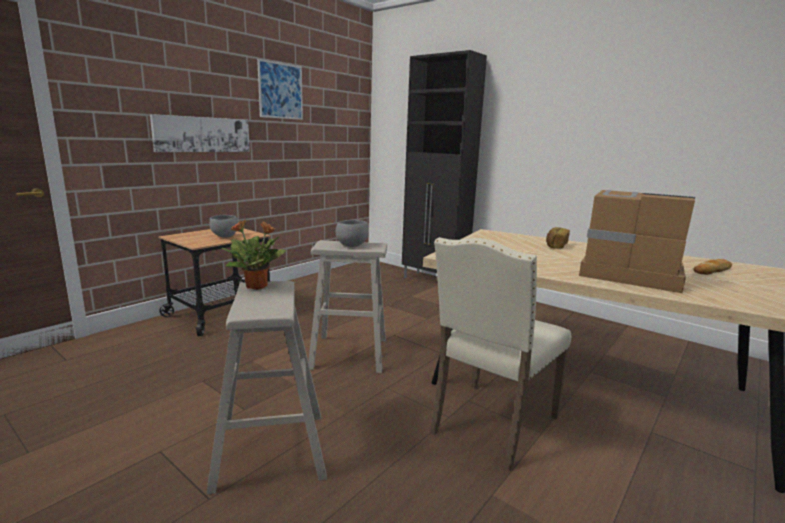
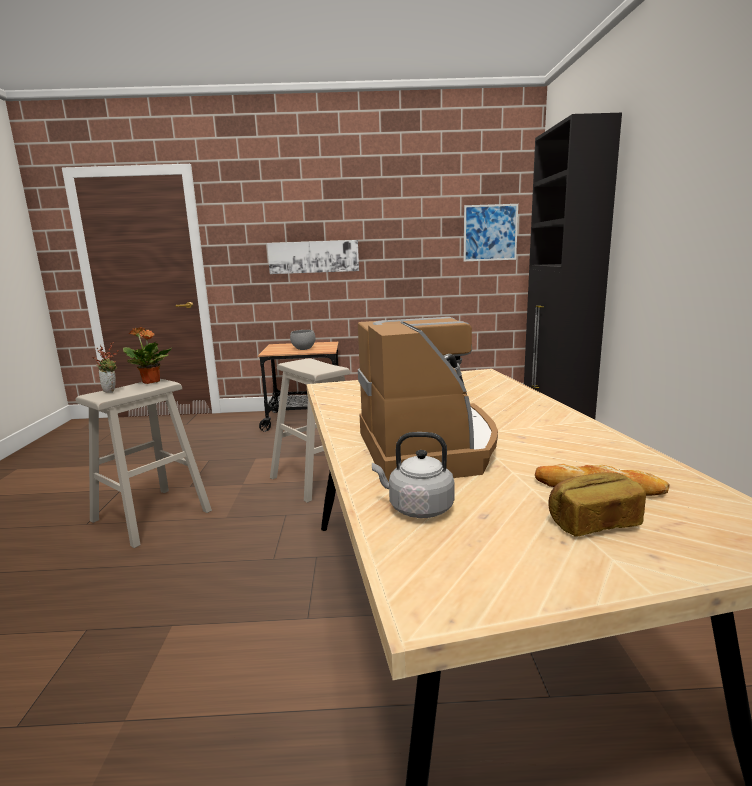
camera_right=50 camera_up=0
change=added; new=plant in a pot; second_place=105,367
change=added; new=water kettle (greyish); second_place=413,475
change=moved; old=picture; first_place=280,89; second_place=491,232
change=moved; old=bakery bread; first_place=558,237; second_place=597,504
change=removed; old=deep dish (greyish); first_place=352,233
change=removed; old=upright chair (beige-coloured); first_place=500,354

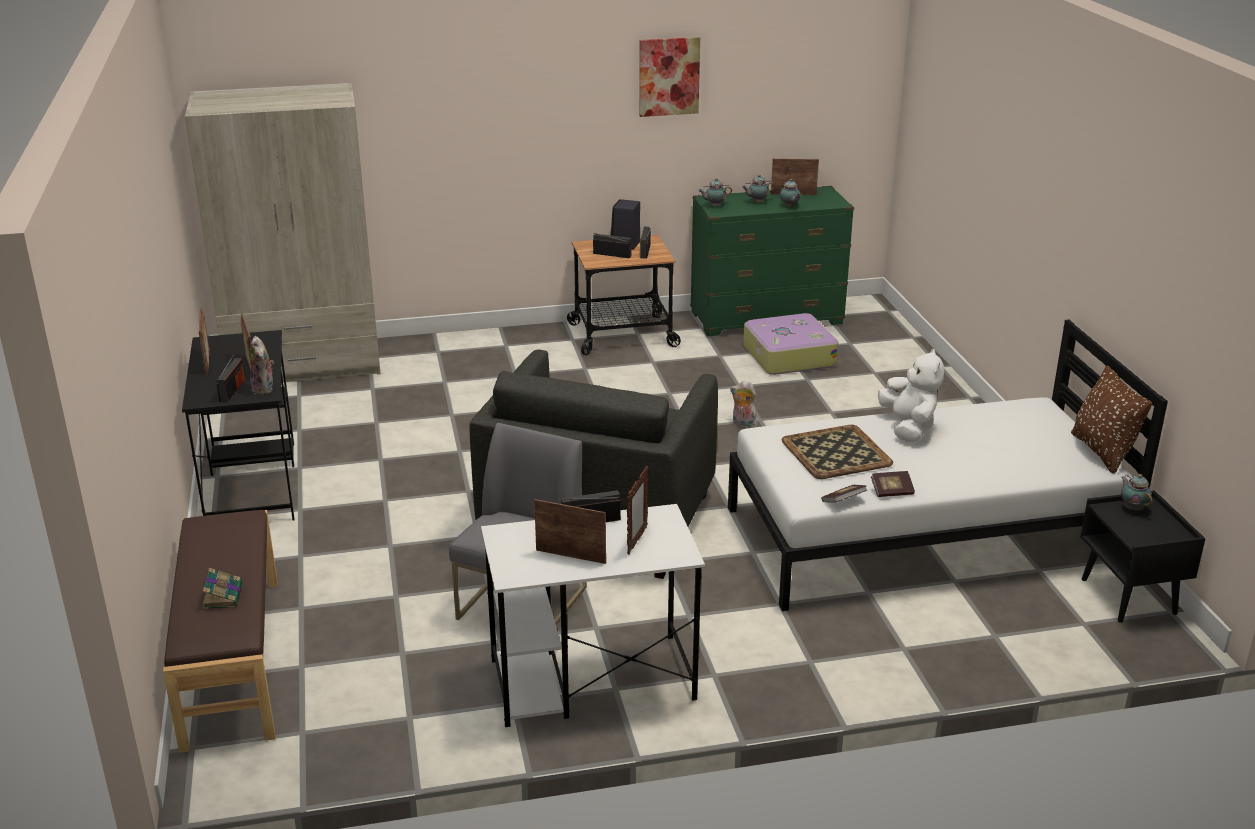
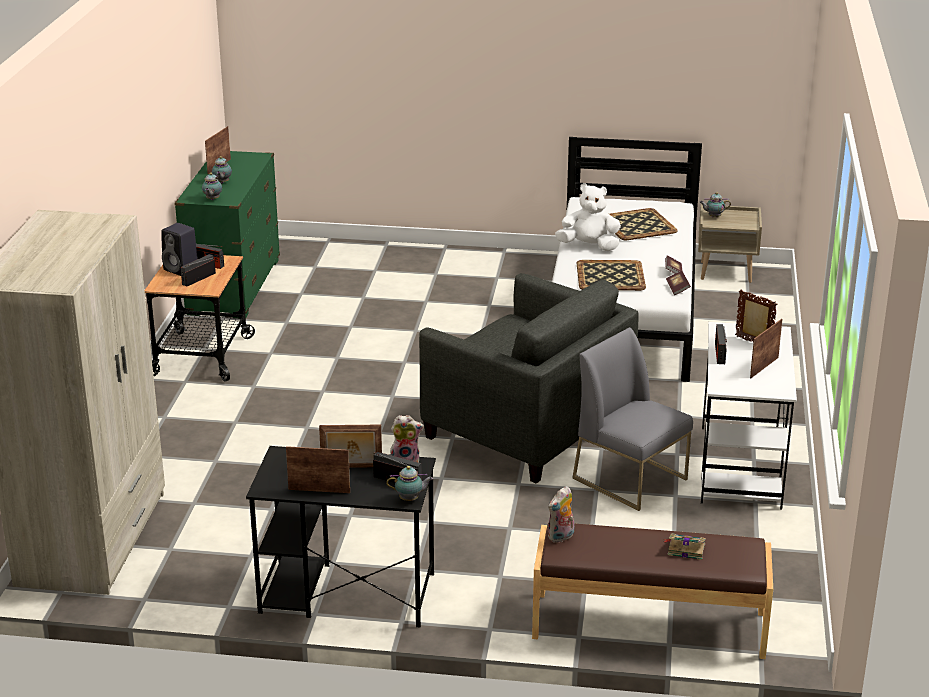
camera_right=-70 camera_up=0
change=moved; old=tea pot; first_place=790,193; second_place=409,483
change=moved; old=soft toy; first_place=743,404; second_place=561,514
change=added; new=tray; second_place=643,224
change=recoloured; old=bedside table (black); new=bedside table (beige-coloured); first_place=1143,556; second_place=730,243
change=removed; old=picture; first_place=669,77
change=removed; old=travel case; first_place=790,344
change=removed; old=pillow (brown-coloured); first_place=1111,420

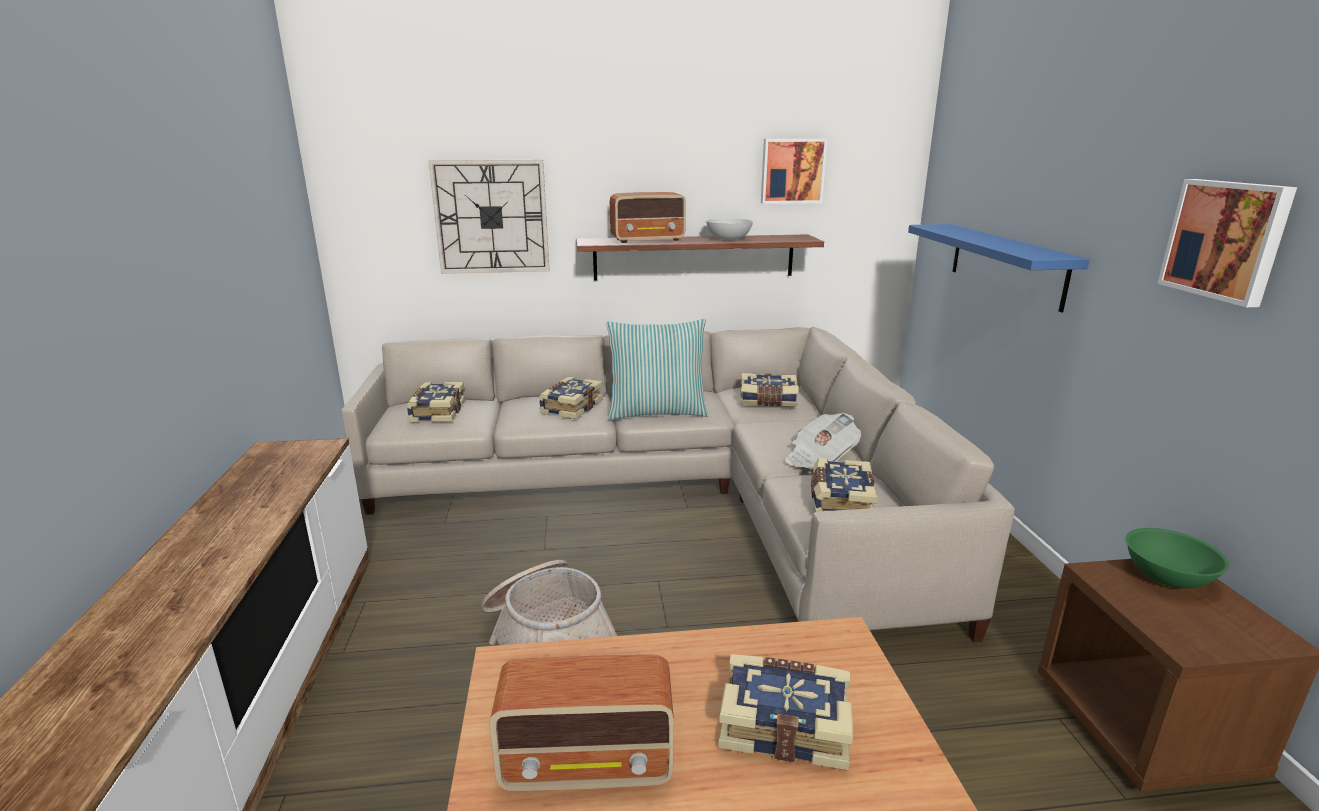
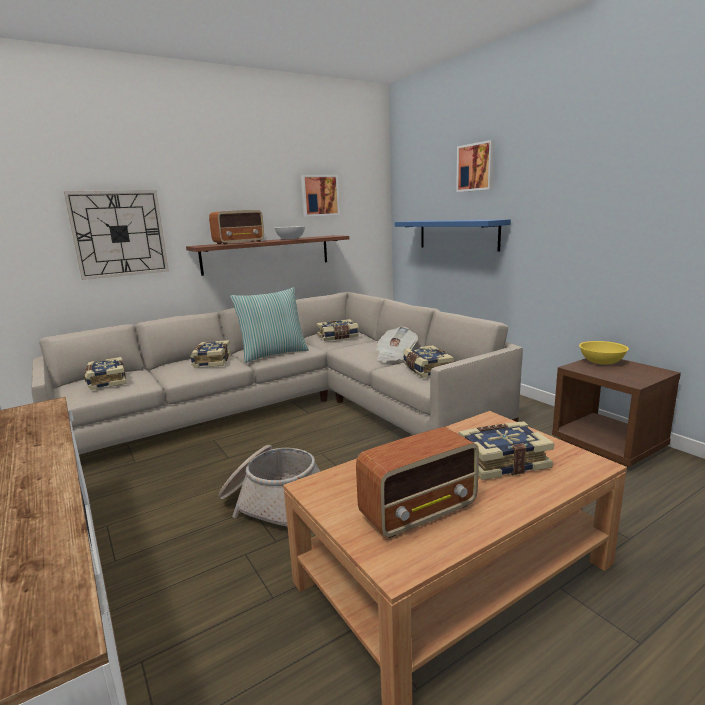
camera_right=-25 camera_up=-5
change=moved; old=picture; first_place=1227,243; second_place=475,166
change=recoloured; old=deep dish (green); new=deep dish (yellow-coloured); first_place=1177,558; second_place=604,353

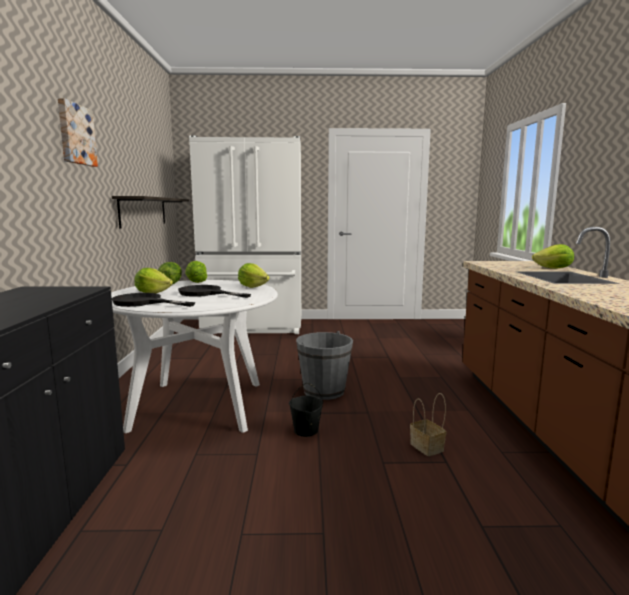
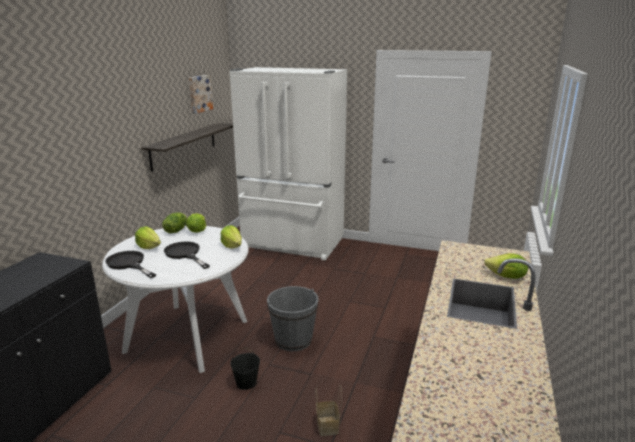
camera_right=20 camera_up=10
change=moved; old=picture; first_place=78,132; second_place=201,94

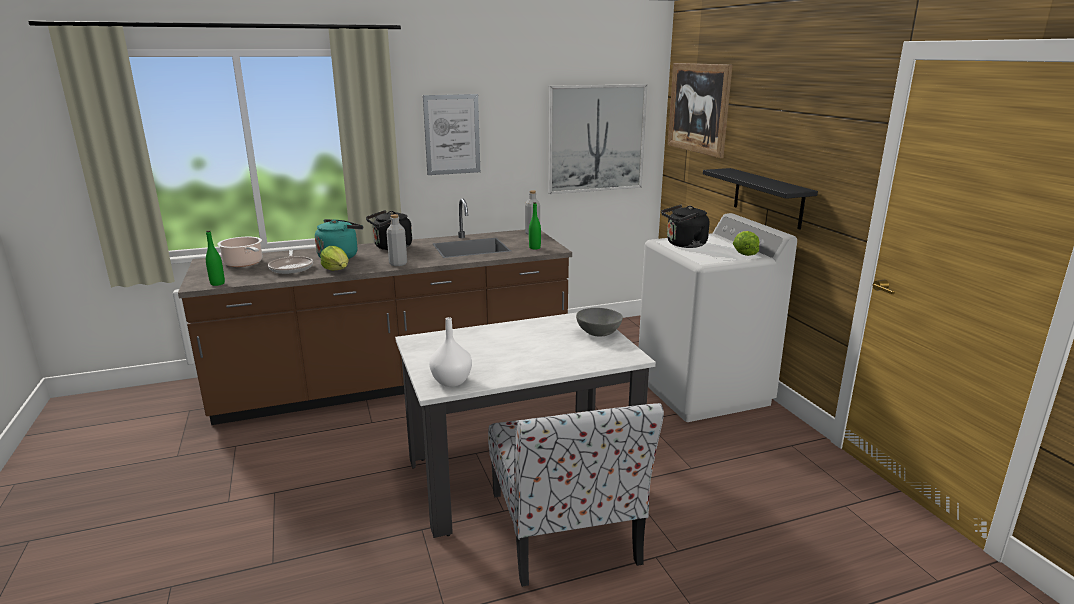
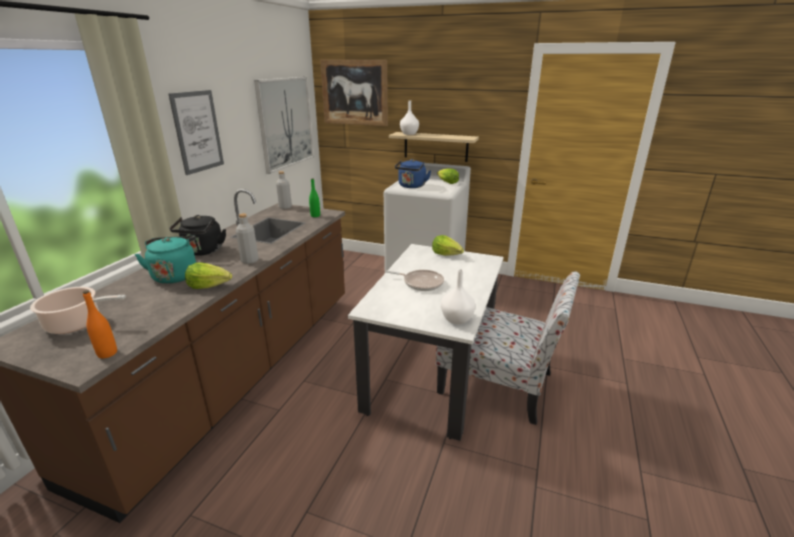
camera_right=-50 camera_up=5
change=recoloured; old=bottle (green); new=bottle (orange-coloured); first_place=215,258; second_place=100,324
change=moved; old=skillet; first_place=290,262; second_place=414,280
change=recoloured; old=shelf (black); new=shelf (beige-coloured); first_place=760,199; second_place=434,147
change=recoloured; old=water kettle (black); new=water kettle (bluish); first_place=685,226; second_place=413,173
change=added; new=flower vase (whitish); second_place=409,118
change=replaced; old=deep dish (greyish); new=lettuce; first_place=599,322; second_place=448,245

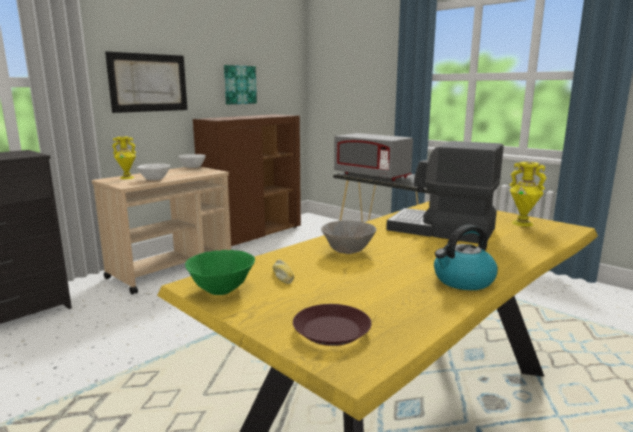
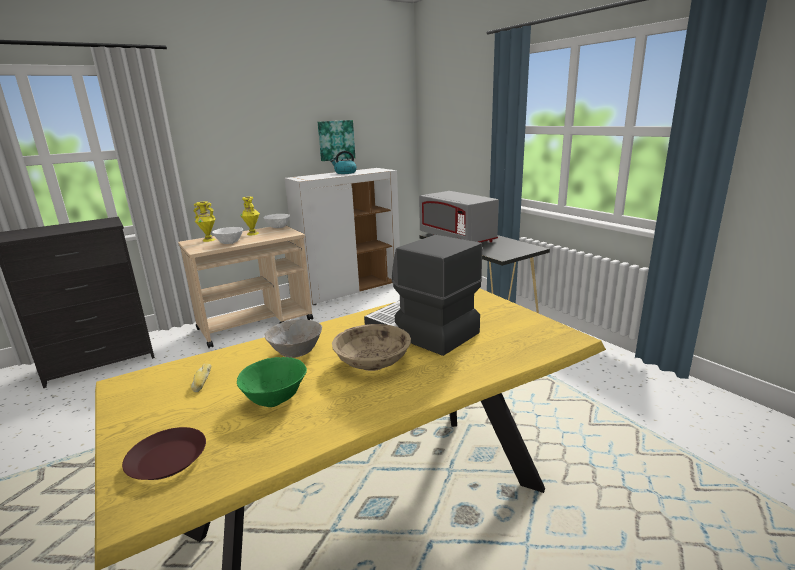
camera_right=15 camera_up=5
change=moved; old=deep dish (green); first_place=220,272; second_place=272,382
change=moved; old=flower vase (yellow-coloured); first_place=528,194; second_place=250,216
change=recoloured; old=cupboard (brown-coloured); new=cupboard (whitish); first_place=247,180; second_place=342,236
change=moved; old=water kettle; first_place=466,257; second_place=343,162
change=added; new=deep dish (beige-coloured); second_place=371,347
change=removed; old=picture; first_place=146,82

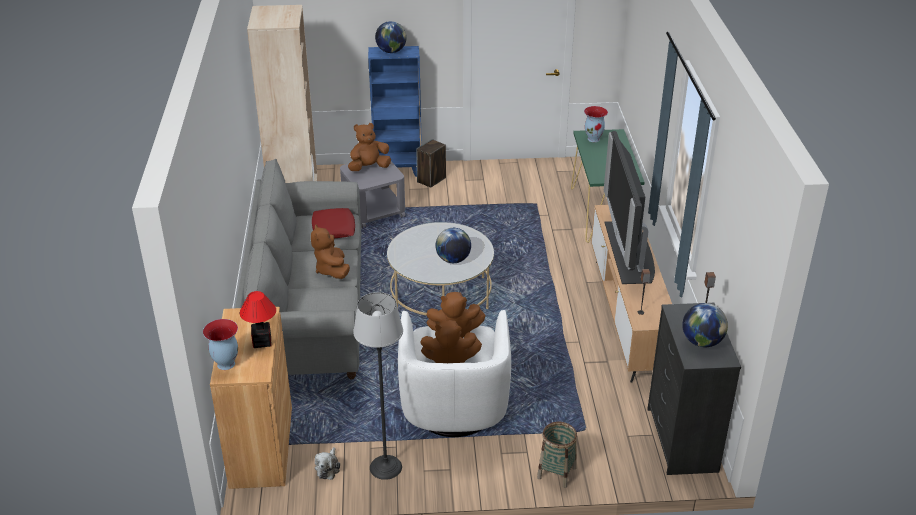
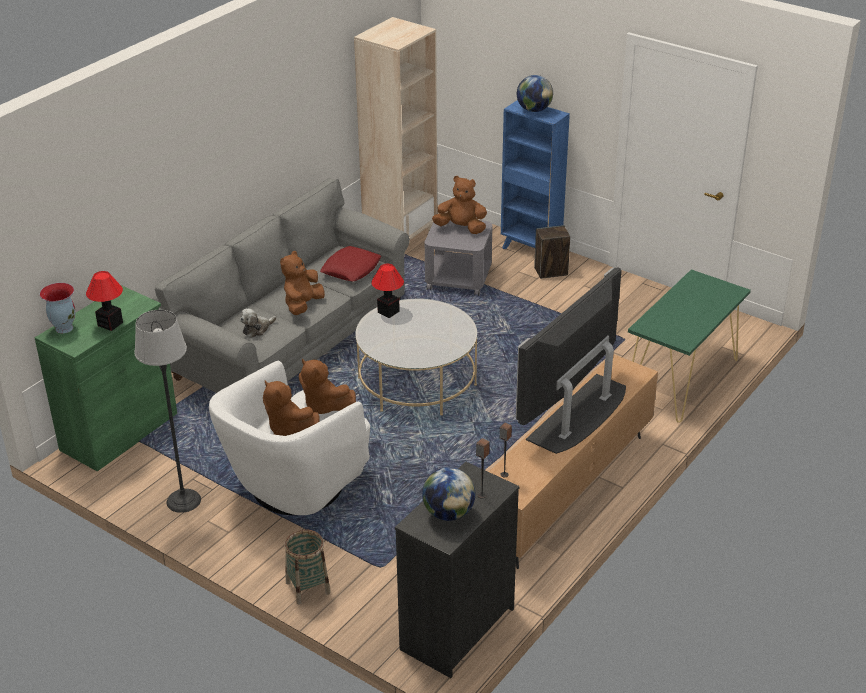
camera_right=40 camera_up=0
change=recoloured; old=cupboard (brown-coloured); new=cupboard (green); first_place=251,398; second_place=106,378
change=moved; old=soft toy; first_place=327,463; second_place=258,323
change=added; new=table lamp; second_place=387,291
change=removed; old=globe; first_place=453,245
change=removed; old=flower vase; first_place=596,124

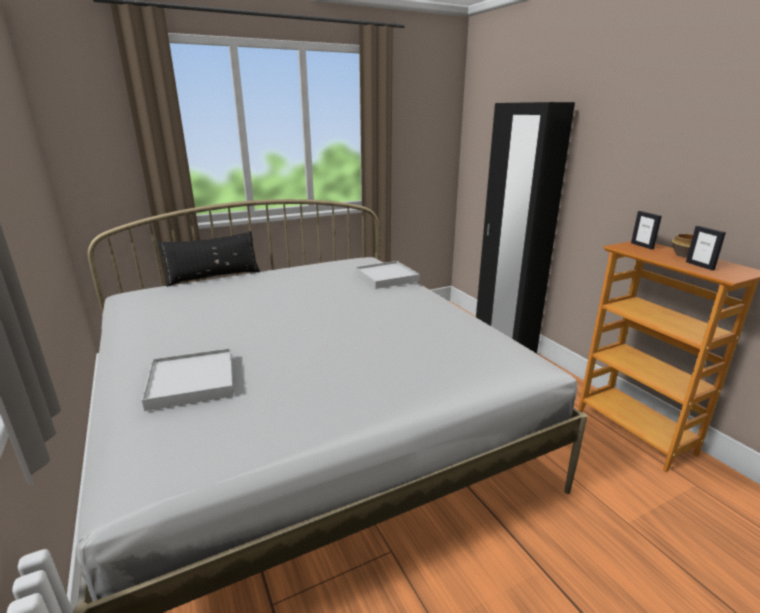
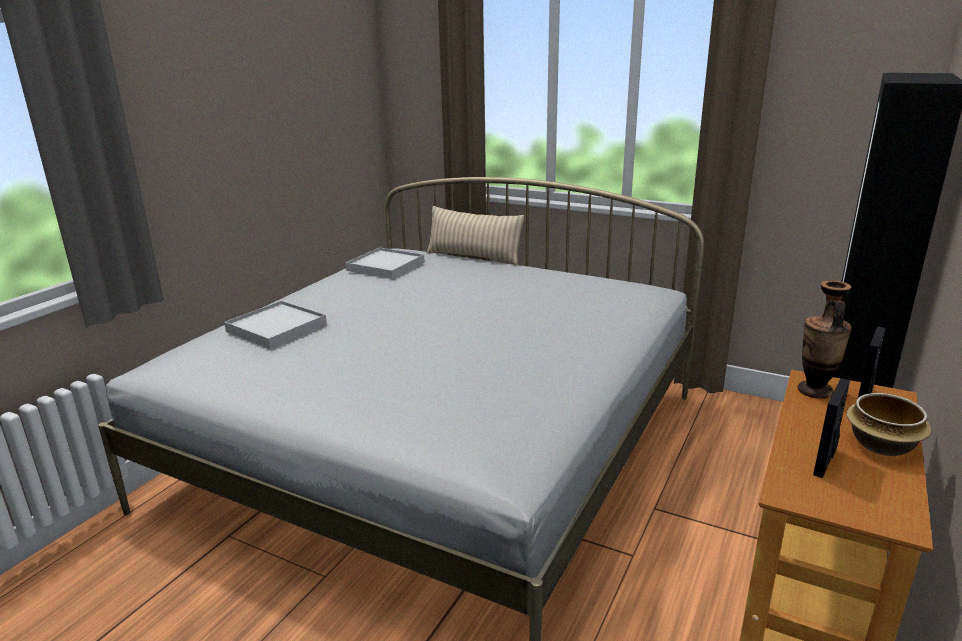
camera_right=55 camera_up=0
change=moved; old=tray (whitish); first_place=387,275; second_place=385,263
change=recoloured; old=pillow (black); new=pillow (beige-coloured); first_place=208,259; second_place=475,236
change=added; new=flower vase; second_place=825,339

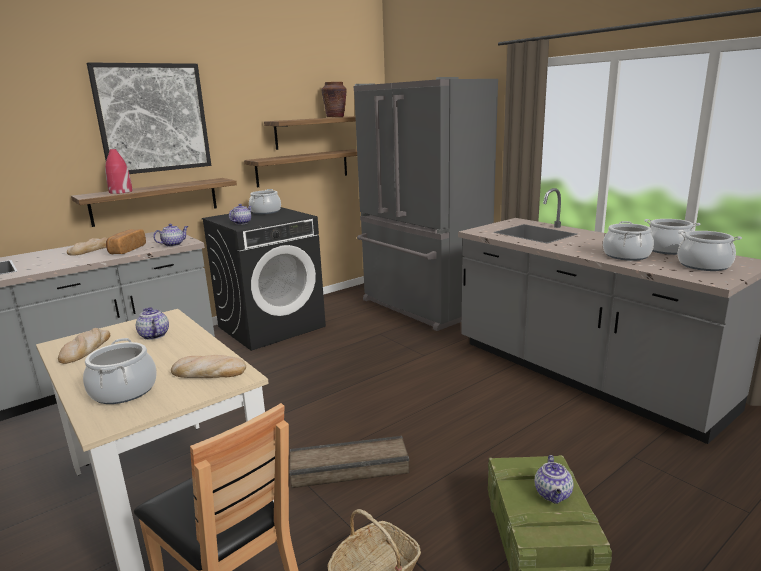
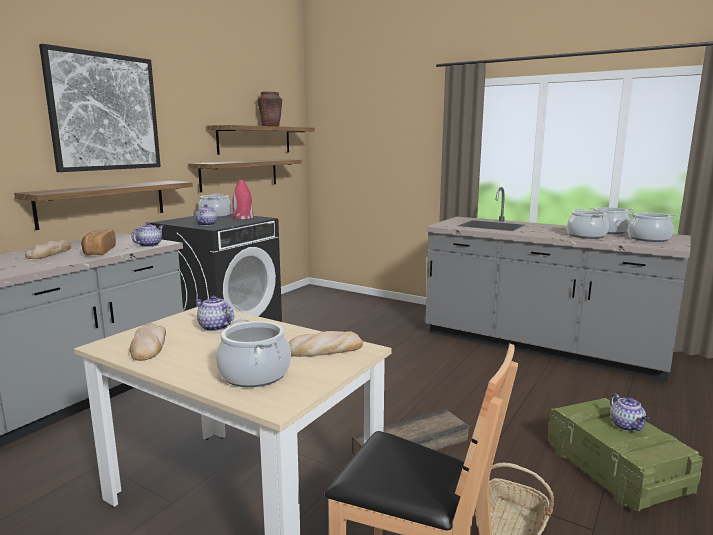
camera_right=-20 camera_up=-5
change=moved; old=flower vase (red-coloured); first_place=119,171; second_place=243,199
change=removed; old=kitchen fridge (greyish); first_place=426,204

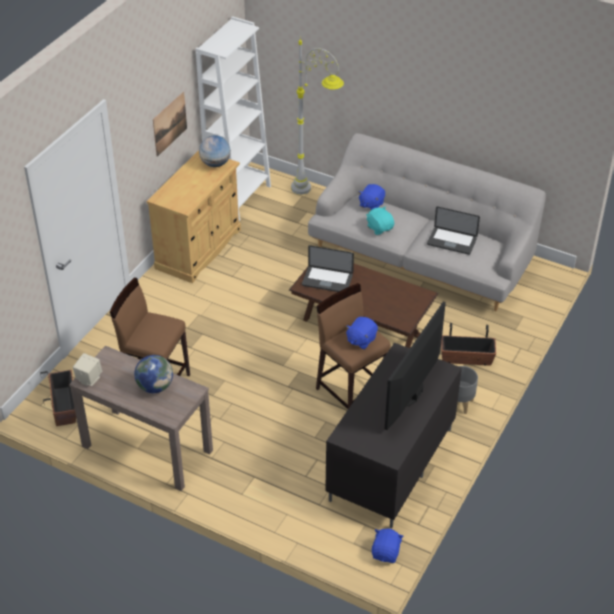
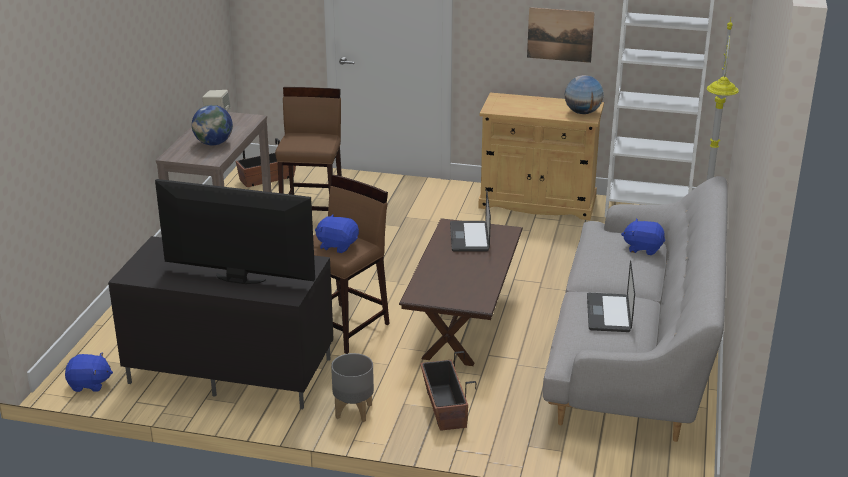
camera_right=75 camera_up=-15
change=removed; old=soft toy (turquoise); first_place=380,220

